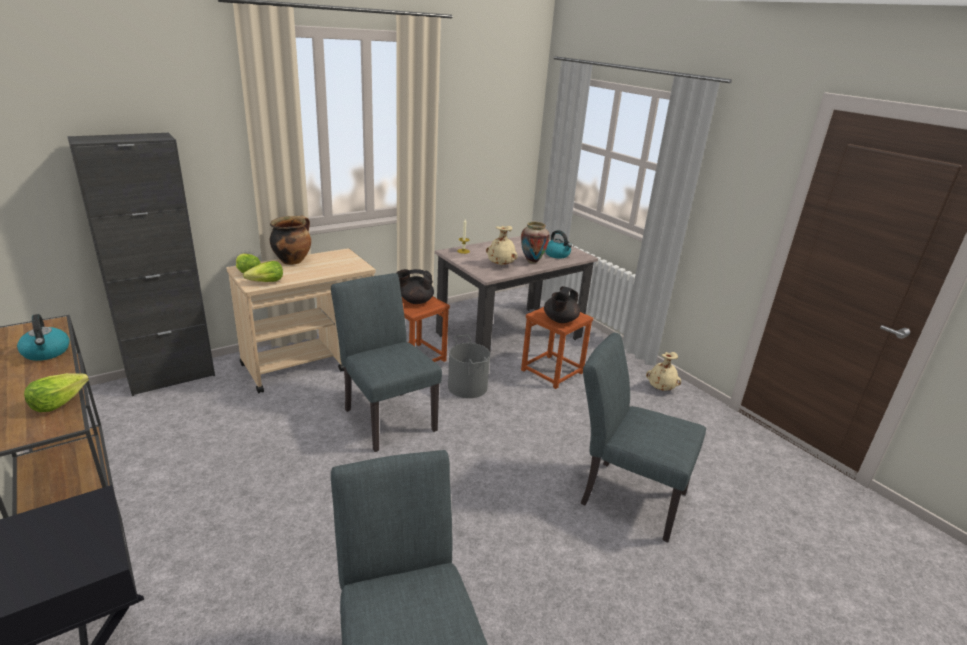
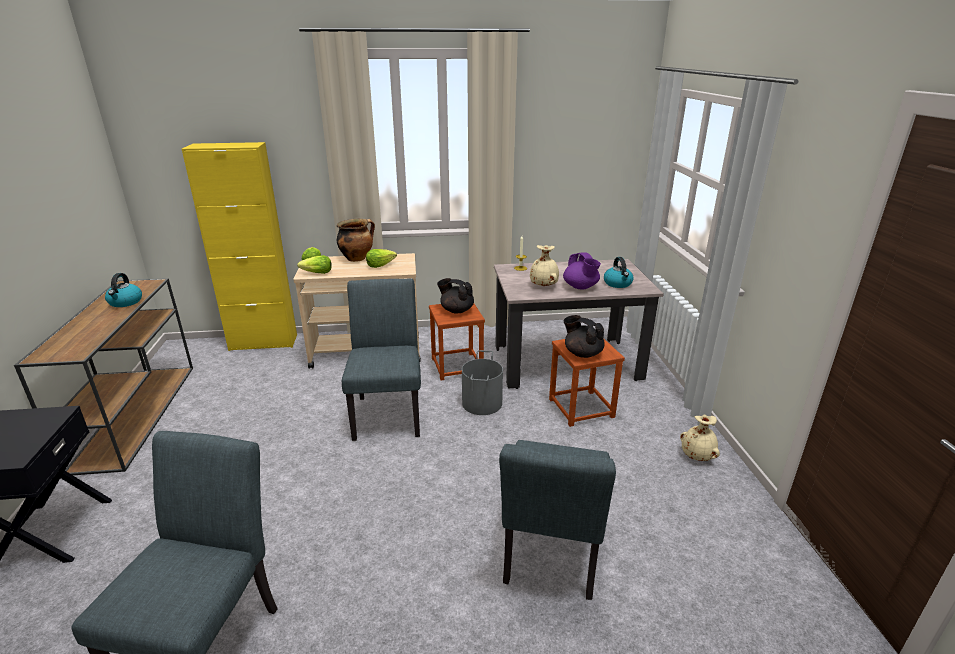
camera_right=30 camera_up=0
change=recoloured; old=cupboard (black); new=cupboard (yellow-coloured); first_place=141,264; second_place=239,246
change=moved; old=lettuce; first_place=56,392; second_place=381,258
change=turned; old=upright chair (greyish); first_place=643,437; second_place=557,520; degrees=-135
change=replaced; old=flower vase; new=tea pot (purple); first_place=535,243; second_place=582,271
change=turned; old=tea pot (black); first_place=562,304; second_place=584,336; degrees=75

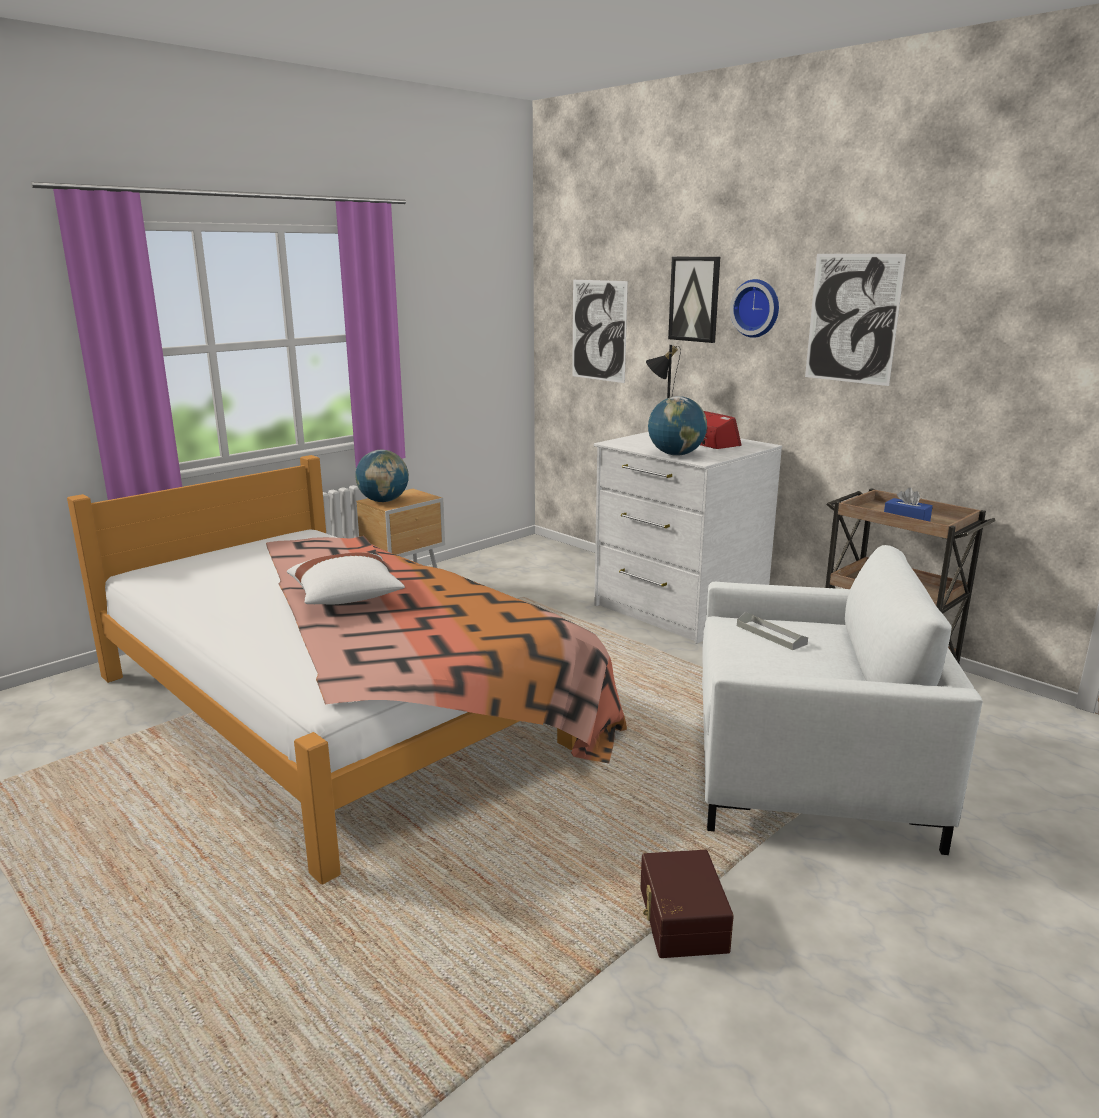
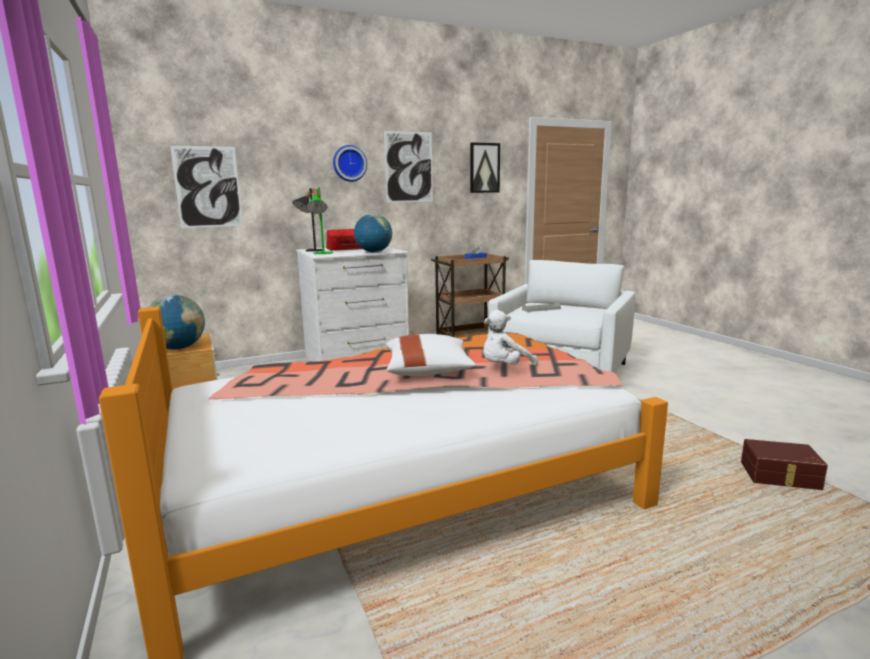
camera_right=-70 camera_up=-5
change=added; new=table lamp (green); second_place=320,221
change=moved; old=picture; first_place=694,300; second_place=485,167
change=added; new=soft toy (whitish); second_place=510,338
change=moved; old=storage container (brown-coloured); first_place=687,904; second_place=784,464

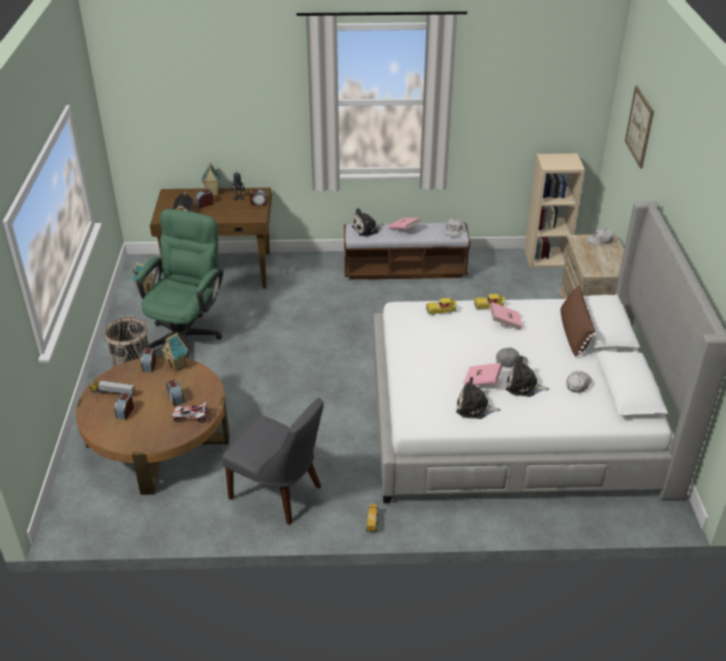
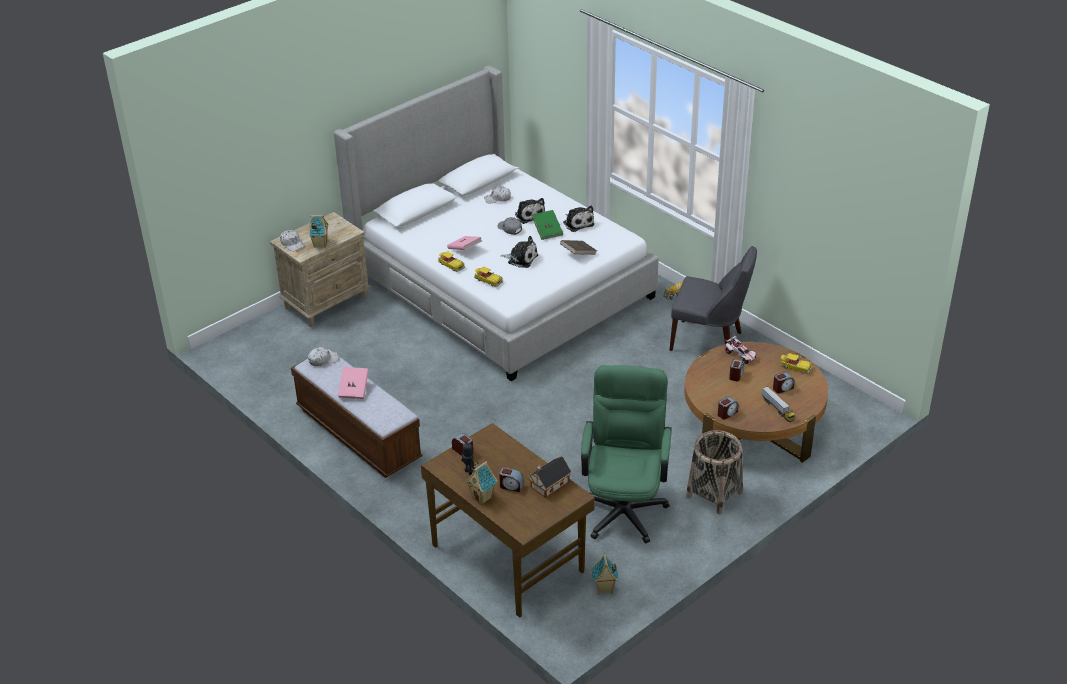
camera_right=-130 camera_up=0
change=moved; old=model house; first_place=174,352; second_place=318,231
change=moved; old=soft toy; first_place=367,222; second_place=519,252
change=recoloured; old=volume (pink); new=volume (green); first_place=483,374; second_place=547,225
change=added; new=volume (brown-coloured); second_place=578,247
change=turned; old=office chair (green); first_place=180,284; second_place=626,454; degrees=120
change=turned; old=upright chair (greyish); first_place=273,461; second_place=713,298; degrees=120
change=added; new=miniature car; second_place=796,363
change=removed; old=shelving unit (beige-coloured); first_place=554,210
change=removed; old=pillow (brown-coloured); first_place=578,321
change=removed; old=picture; first_place=639,127

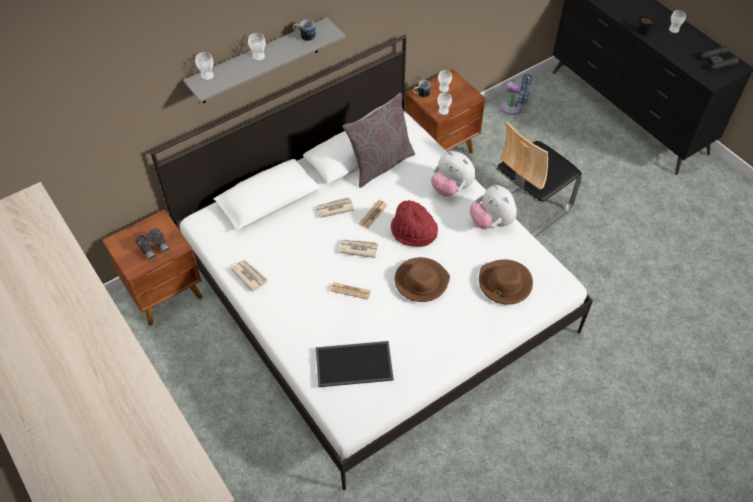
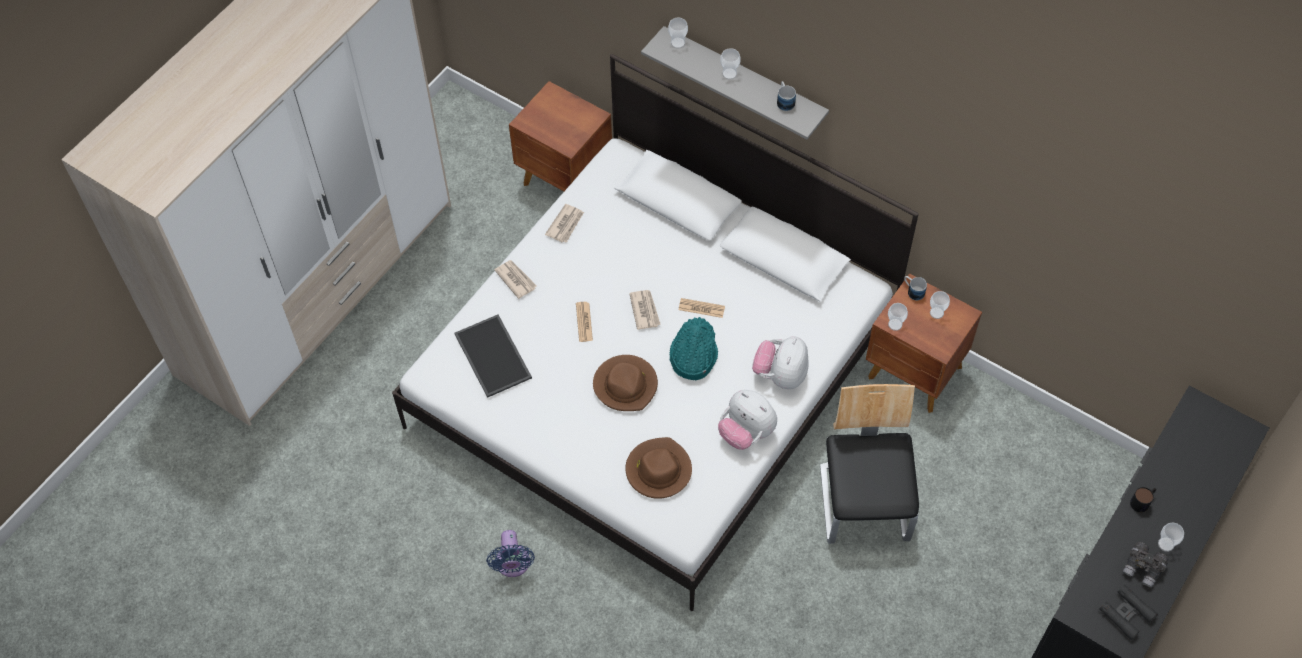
camera_right=70 camera_up=5
change=moved; old=fan (bluish); first_place=516,94; second_place=510,553
change=moved; old=daily paper; first_place=335,207; second_place=516,279
change=recoloured; old=hat (red-coloured); new=hat (turquoise); first_place=414,223; second_place=693,348
change=turned; old=soft toy; first_place=493,207; second_place=747,420; degrees=-90
change=turned; old=upright chair; first_place=539,179; second_place=869,464; degrees=60
change=moved; old=binoculars (greyish); first_place=152,244; second_place=1146,565
change=removed; old=pillow (greyish); first_place=379,140

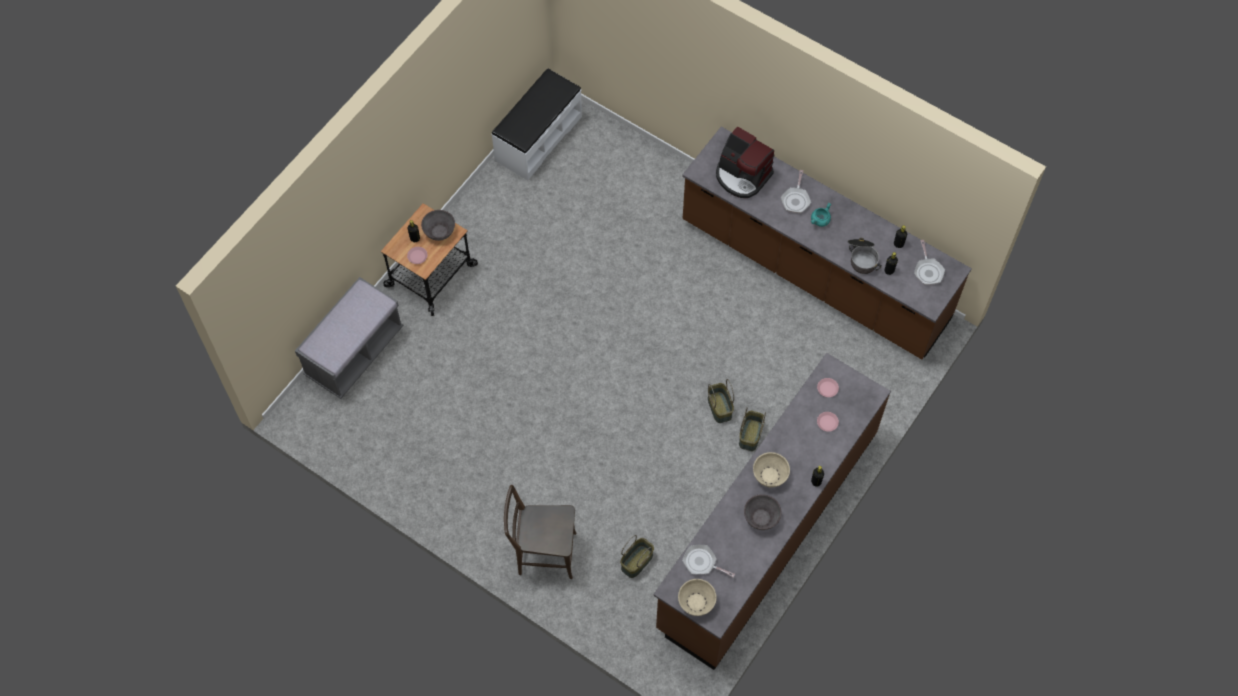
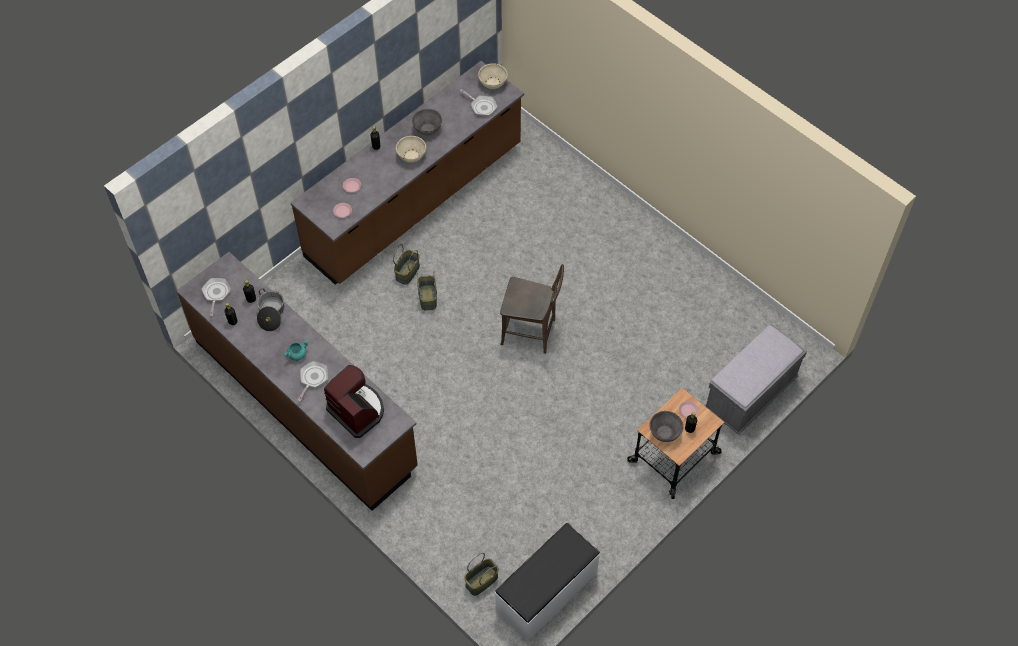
camera_right=-170 camera_up=-5
change=moved; old=basket; first_place=637,556; second_place=481,574
change=moved; old=upright chair (brown-coloured); first_place=540,532; second_place=532,309

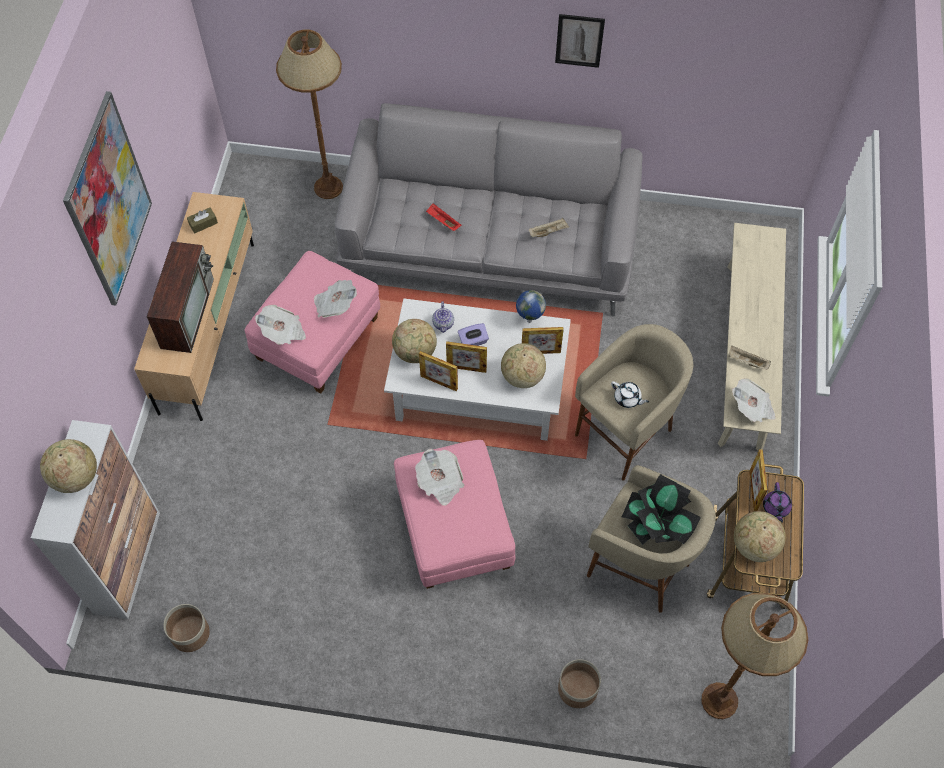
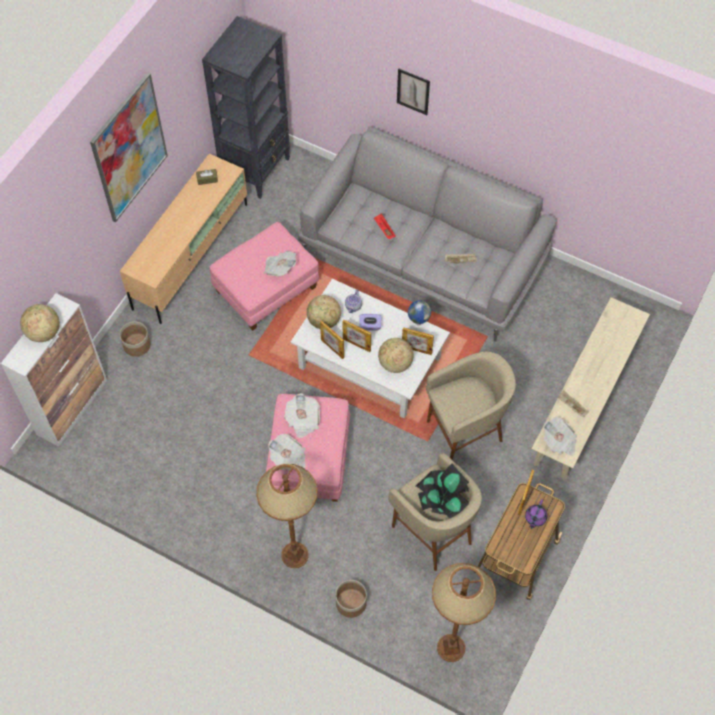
camera_right=20 camera_up=0
change=moved; old=planter; first_place=186,628; second_place=135,339
change=added; new=shelving unit (black); second_place=246,107
change=moved; old=standing lamp (brown-coloured); first_place=309,114; second_place=287,516
change=moved; old=daily paper; first_place=280,325; second_place=287,452
change=moved; old=picture; first_place=580,41; second_place=413,92
change=removed; old=TV set; first_place=180,297
change=removed; old=tea pot (whitish); first_place=630,394
change=removed; old=globe; first_place=760,536

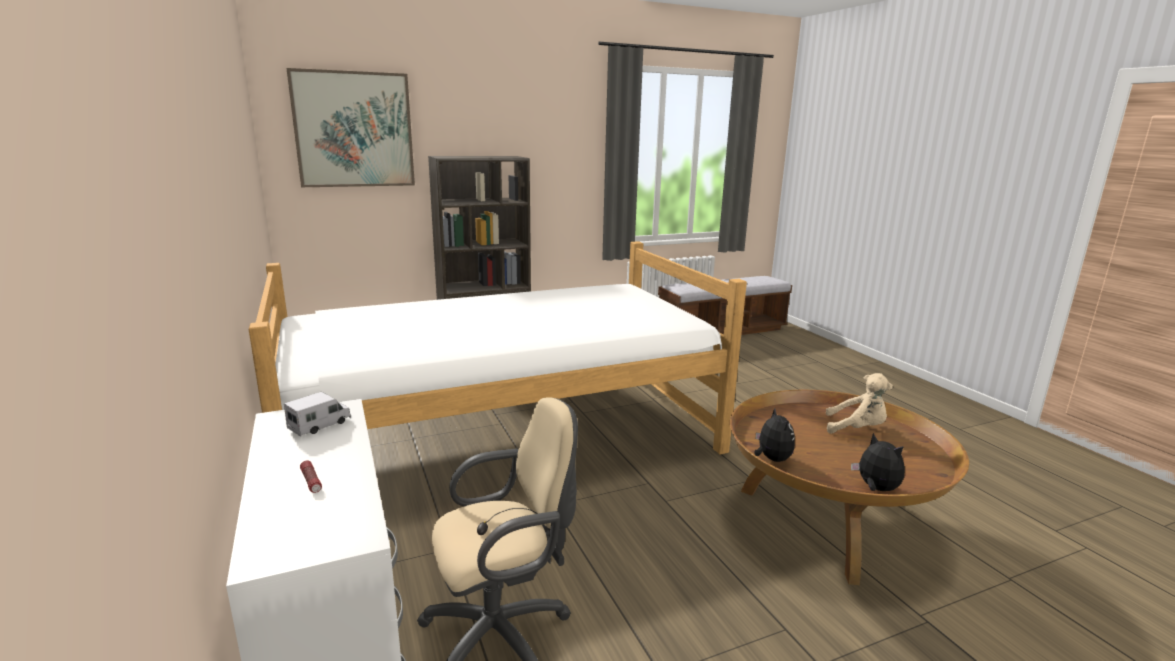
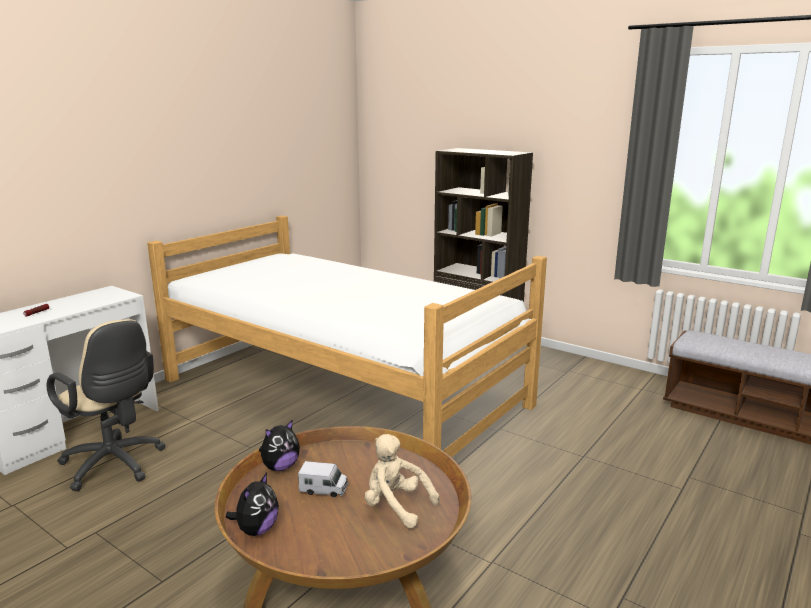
camera_right=60 camera_up=0
change=moved; old=toy truck; first_place=317,414; second_place=323,479
change=turned; old=soft toy (beige-coloured); first_place=859,403; second_place=402,481; degrees=135
change=removed; old=picture; first_place=350,127

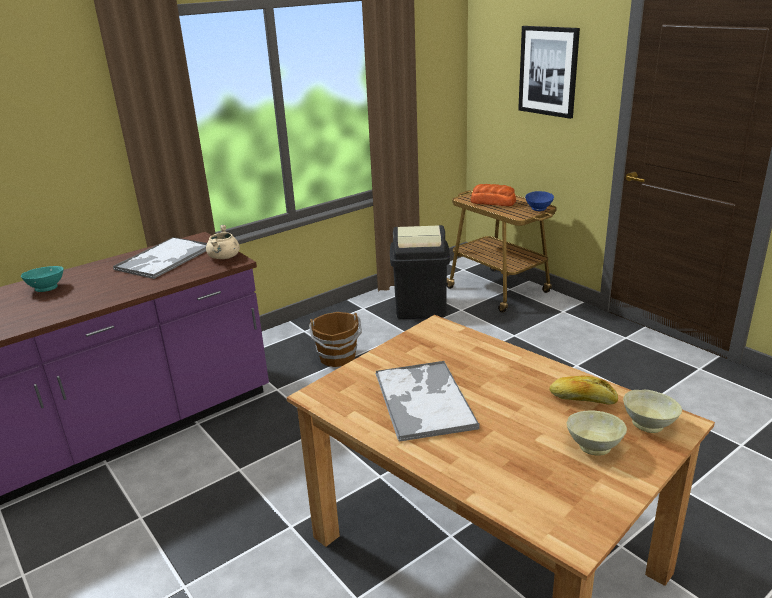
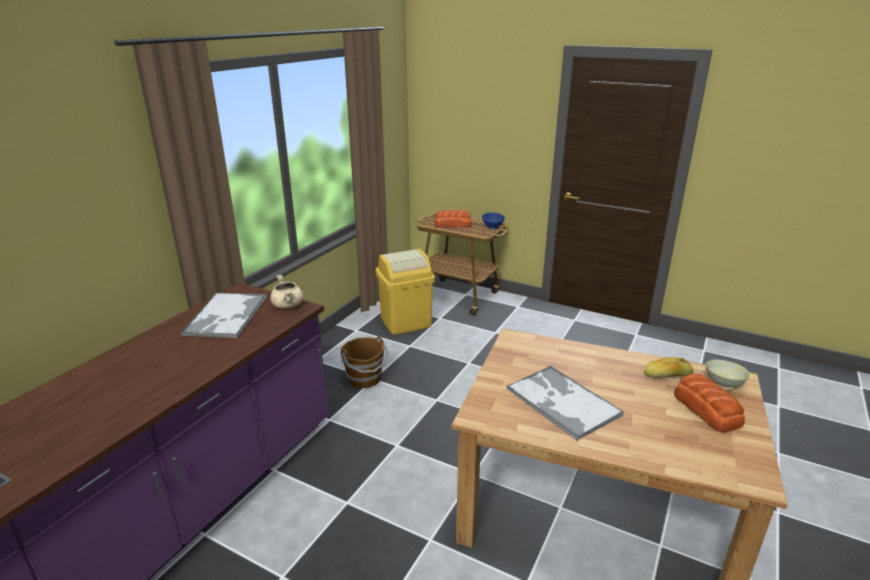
camera_right=-25 camera_up=0
change=recoloured; old=waste bin (black); new=waste bin (yellow-coloured); first_place=420,272; second_place=405,291
change=replaced; old=deep dish (beige-coloured); new=bakery bread; first_place=597,432; second_place=709,403
change=removed; old=deep dish (turquoise); first_place=42,279
change=removed; old=picture; first_place=549,72

